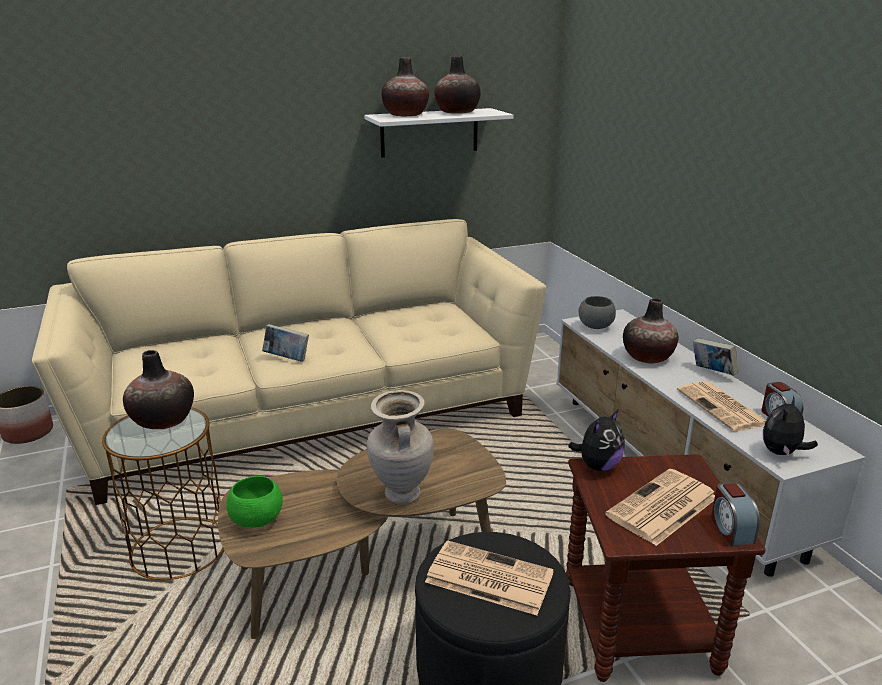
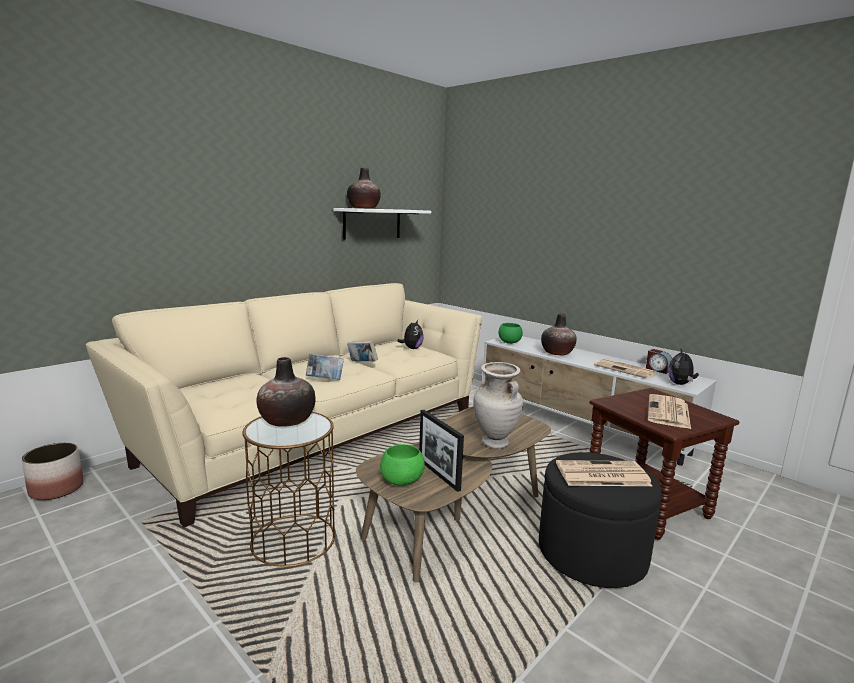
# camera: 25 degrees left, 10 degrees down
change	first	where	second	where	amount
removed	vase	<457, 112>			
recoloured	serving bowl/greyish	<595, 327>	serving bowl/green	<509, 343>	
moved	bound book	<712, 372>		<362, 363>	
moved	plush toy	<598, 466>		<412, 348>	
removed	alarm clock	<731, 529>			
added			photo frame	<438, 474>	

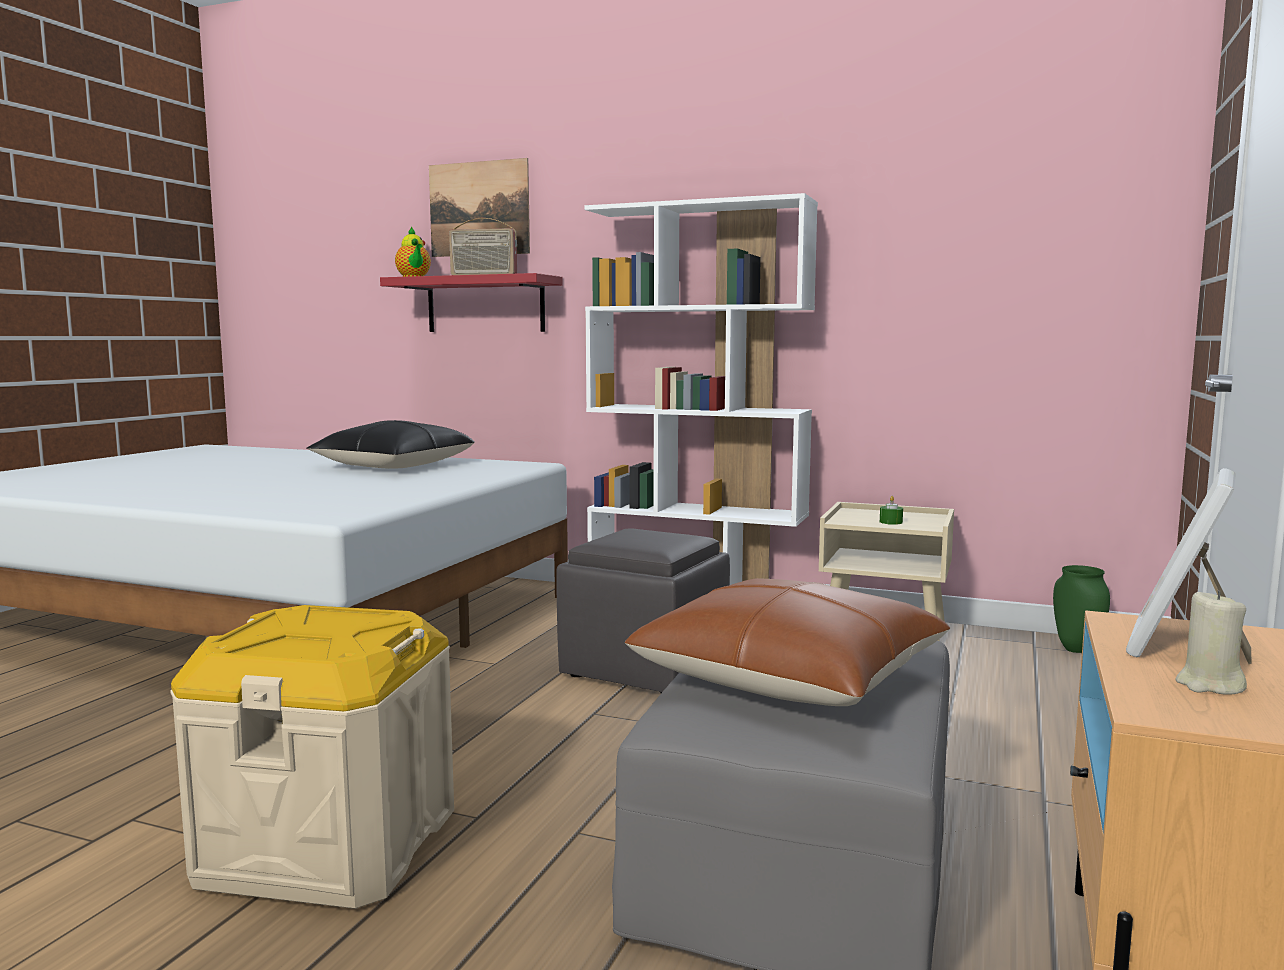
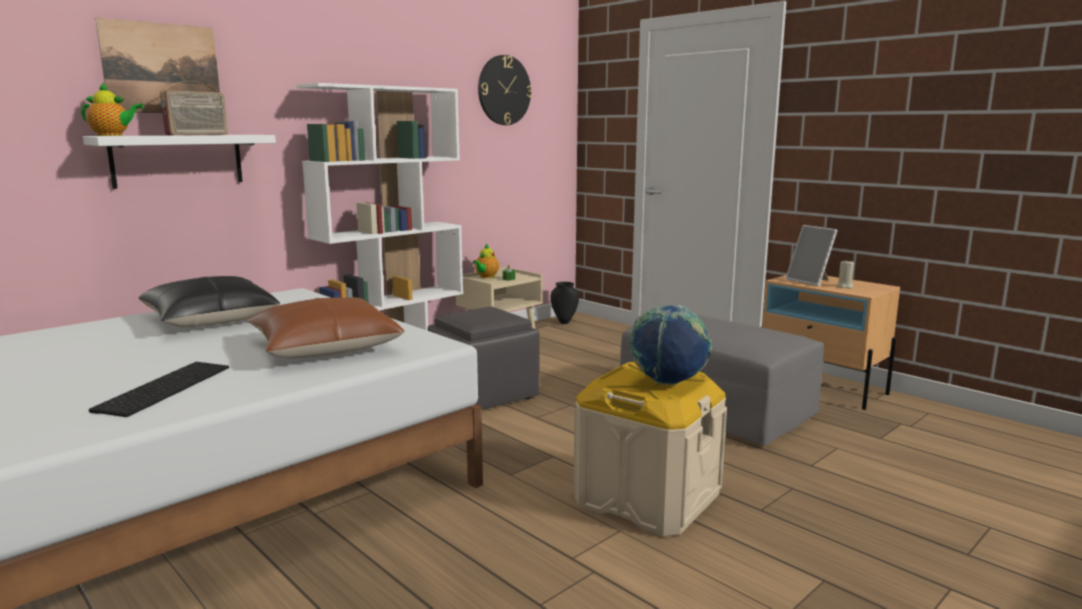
# camera: 65 degrees left, 5 degrees up
change	first	where	second	where	amount
recoloured	bracket shelf/reddish	<485, 305>	bracket shelf/white-coloured	<177, 160>	
recoloured	vase/green	<1078, 649>	vase/blackish	<564, 322>	
moved	cushion/brownish	<789, 676>		<325, 347>	
added			hanging clock	<504, 90>	
added			tea pot	<486, 277>	
added			desk globe	<668, 383>	
added			PC keyboard	<163, 387>	

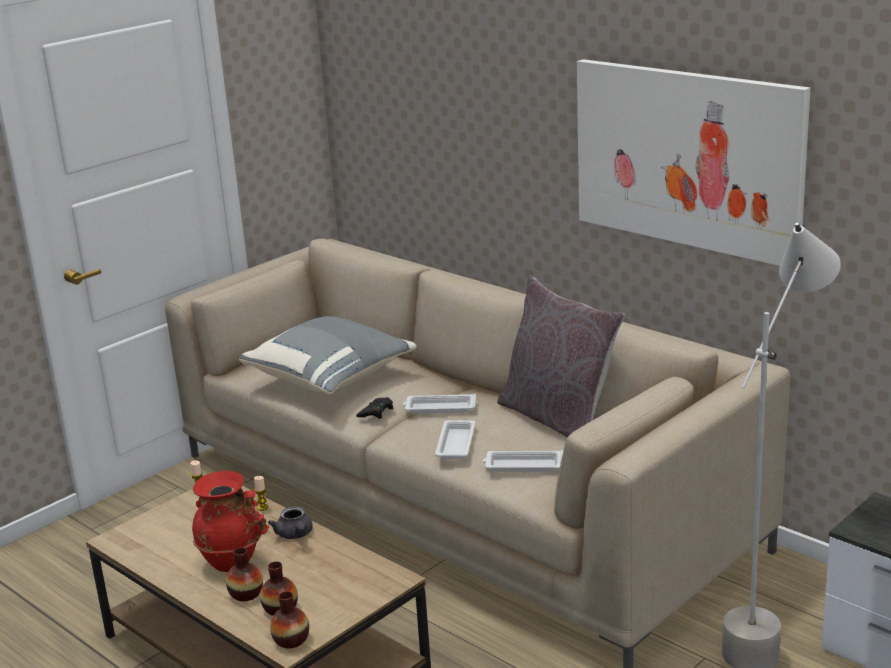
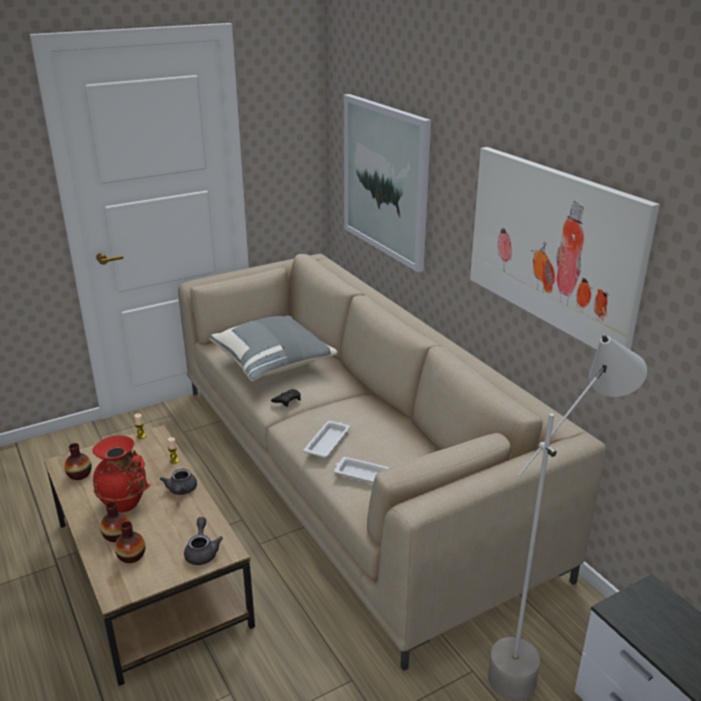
# camera: 15 degrees right, 5 degrees up
change	first	where	second	where	amount
removed	cushion/greyish	<558, 420>			
removed	tray/white-coloured	<439, 408>			
moved	vase	<291, 640>		<79, 474>	
added			picture	<385, 180>	
added			tea pot/greyish	<202, 551>	

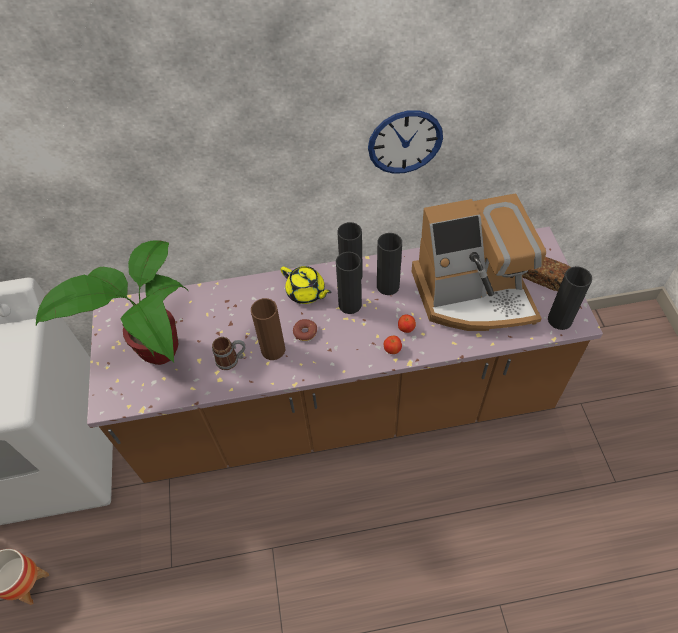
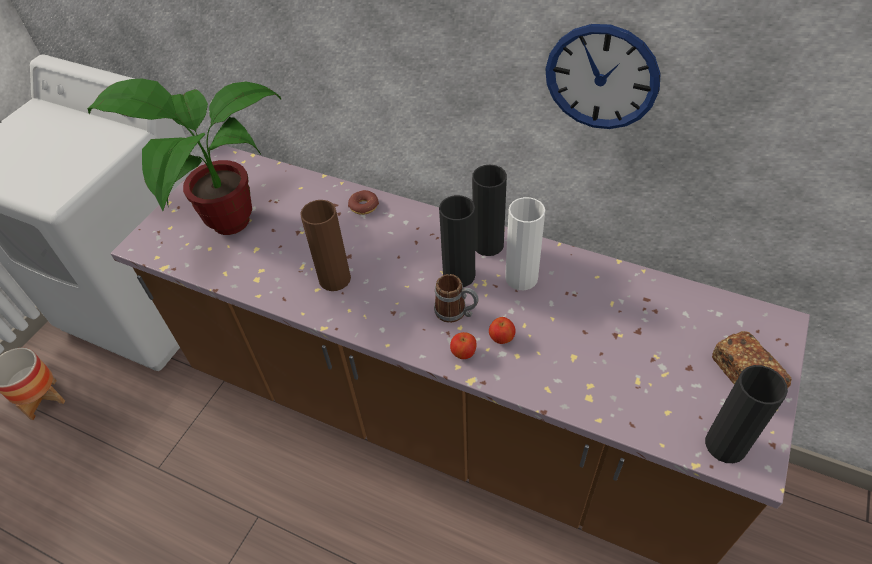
# camera: 35 degrees right, 5 degrees down
change	first	where	second	where	amount
removed	coffee brewer	<473, 295>			
recoloured	vase/blackish	<388, 286>	vase/white-coloured	<521, 278>	
removed	tea pot/yellow-coloured	<306, 292>			
moved	donut	<305, 332>		<364, 206>	
moved	coffee mug	<232, 359>		<456, 312>	

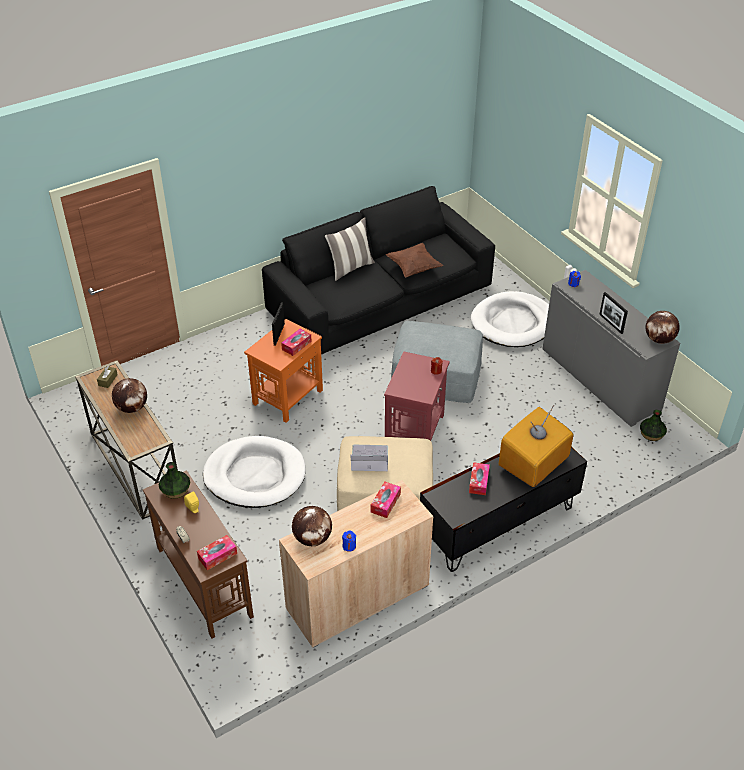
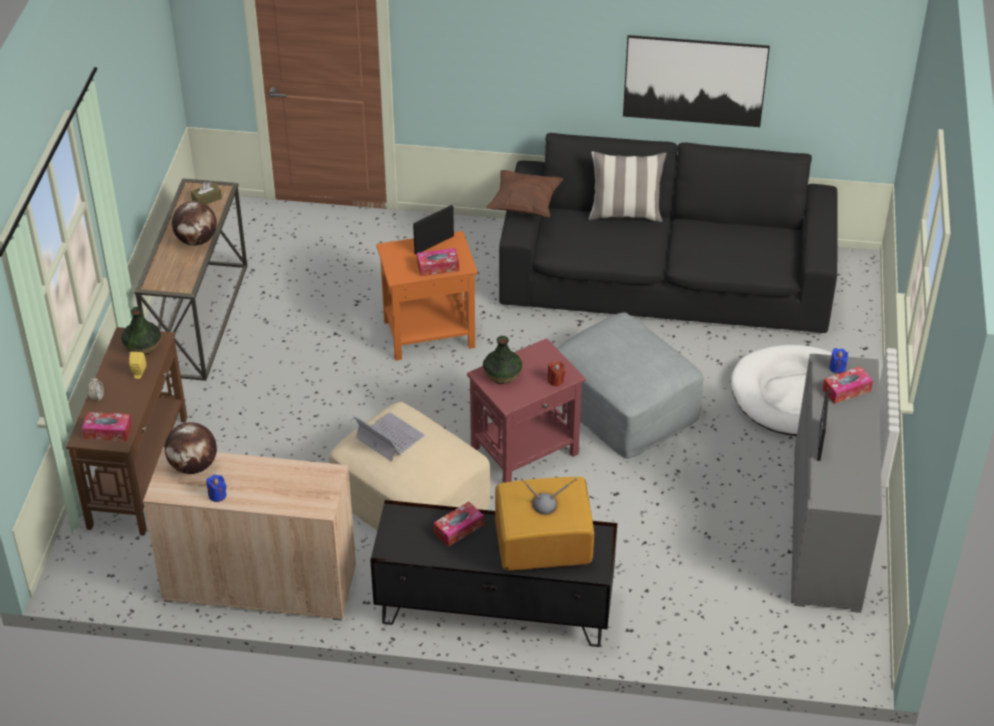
# camera: 40 degrees right, 0 degrees up
change	first	where	second	where	amount
moved	cushion/brownish	<413, 268>		<524, 205>	
removed	desk globe	<659, 340>			
moved	vase	<651, 434>		<502, 374>	
removed	pet bed/white-coloured	<255, 475>			
moved	tissue box	<385, 503>		<846, 390>	
added			picture	<694, 81>	

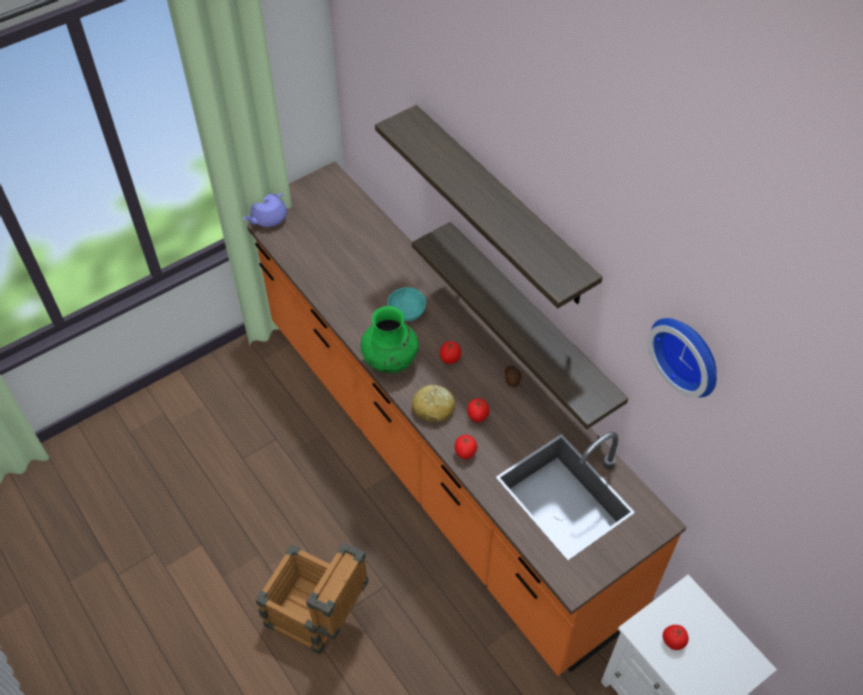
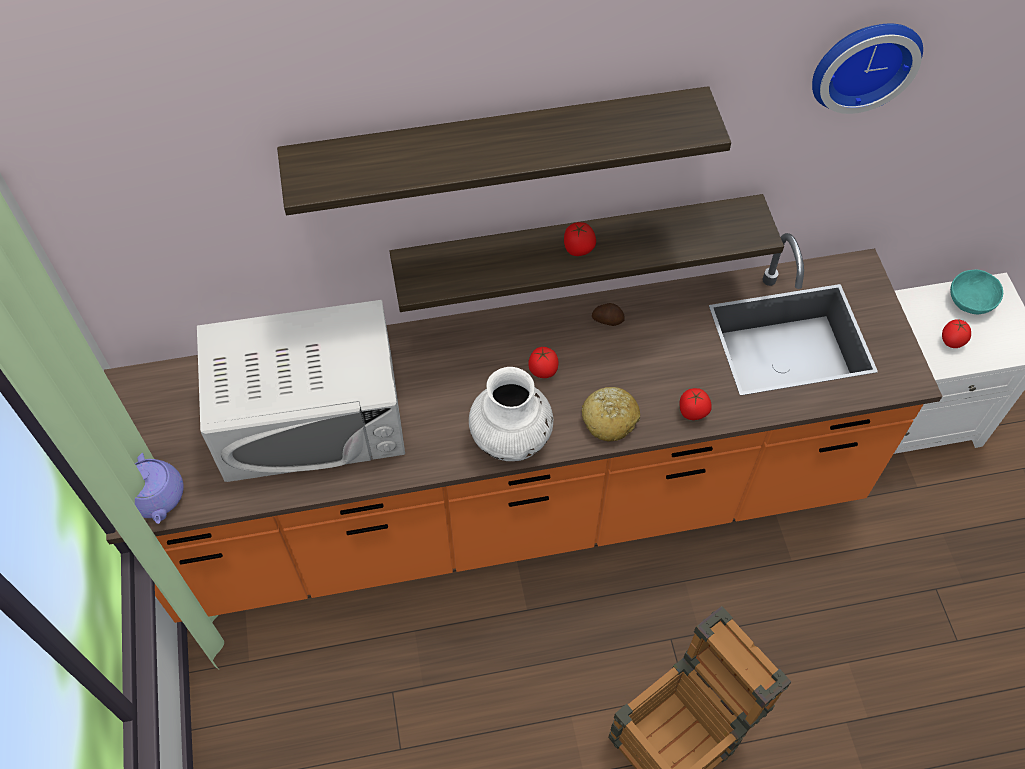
# camera: 65 degrees left, 5 degrees up
change	first	where	second	where	amount
moved	serving bowl/blue-green	<406, 312>		<971, 302>	
recoloured	vase/green	<390, 361>	vase/white-coloured	<511, 439>	
moved	tomato	<477, 416>		<578, 250>	
added			microwave/white-coloured	<311, 417>	

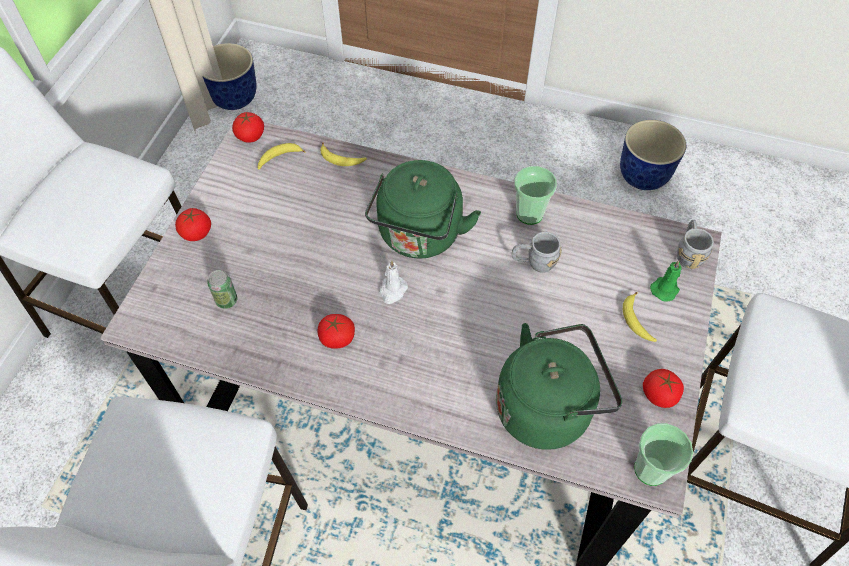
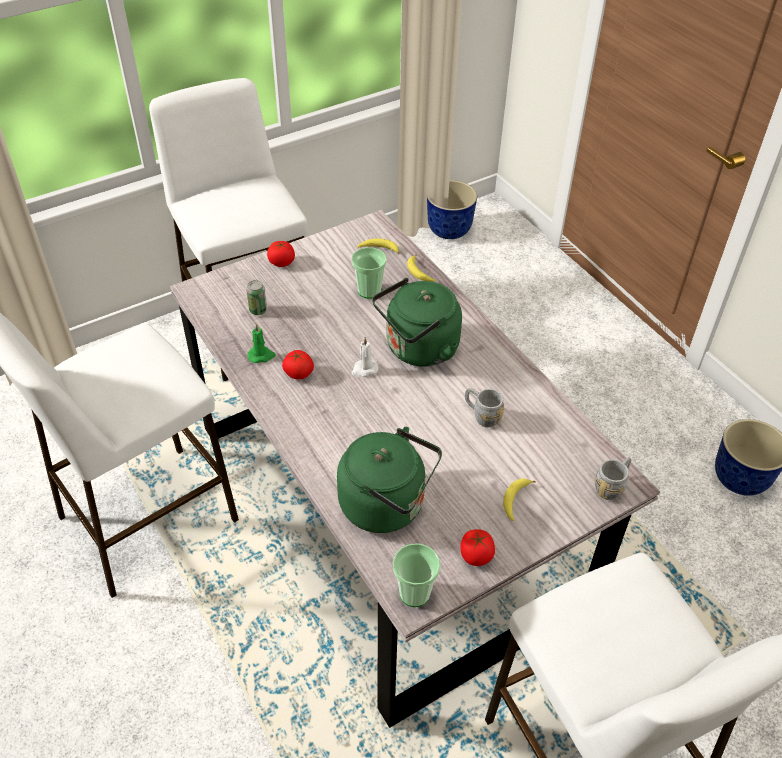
# camera: 40 degrees right, 10 degrees down
change	first	where	second	where	amount
removed	tomato	<250, 136>			
moved	drinking cup	<529, 214>		<369, 291>	
moved	wax light/green	<665, 288>		<261, 356>	

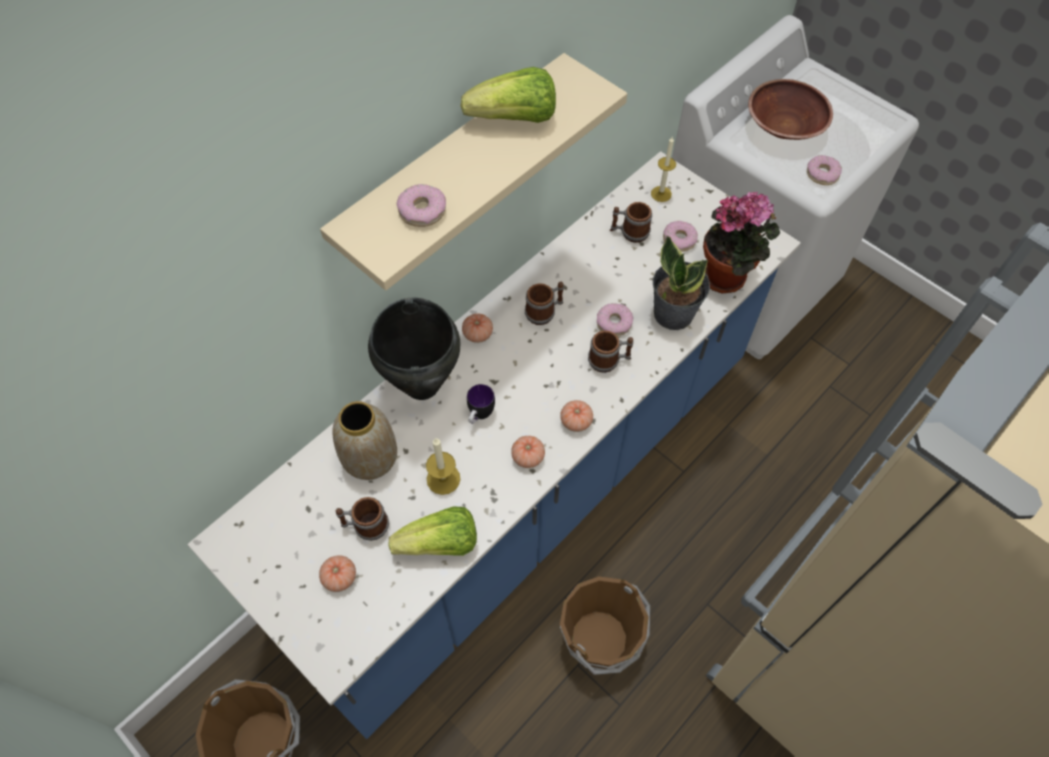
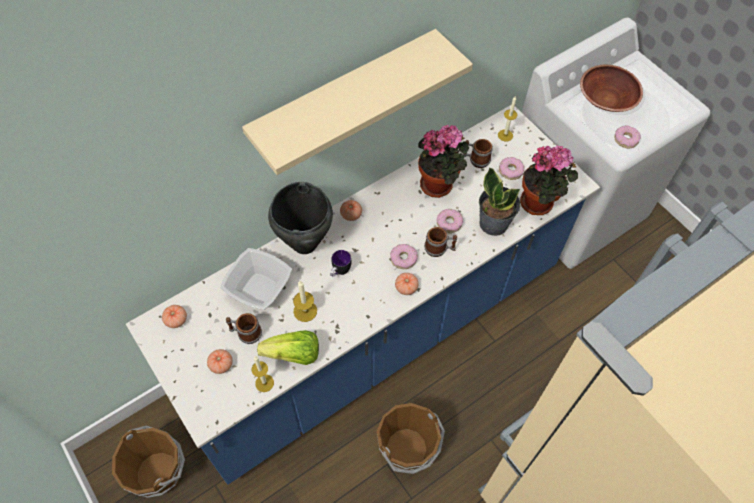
# camera: 10 degrees right, 0 degrees up
change	first	where	second	where	amount
removed	head of lettuce	<515, 119>			
moved	donut	<422, 211>		<403, 258>	
removed	coffee mug	<545, 312>			
replaced	vase	<370, 459>	serving bowl	<258, 288>	
moved	tomato	<528, 457>		<176, 320>	
added			potted plant	<439, 184>	
added			wax light	<264, 383>	

